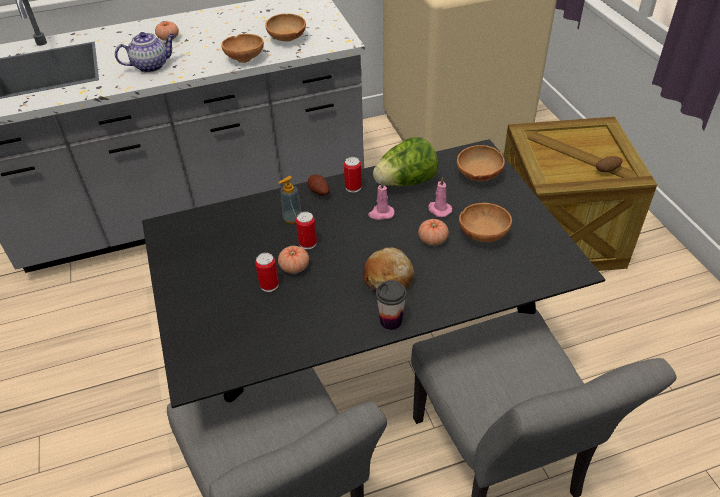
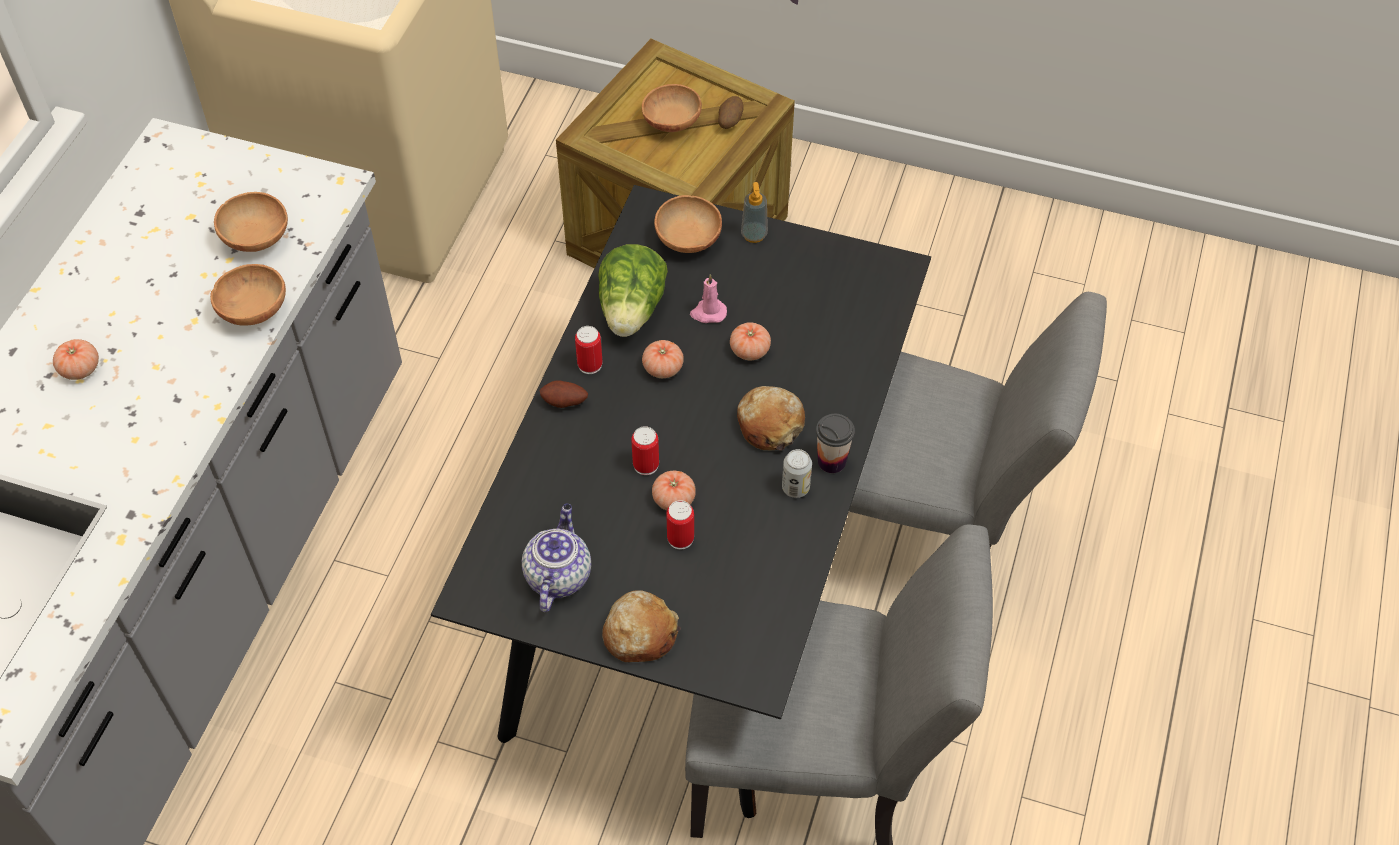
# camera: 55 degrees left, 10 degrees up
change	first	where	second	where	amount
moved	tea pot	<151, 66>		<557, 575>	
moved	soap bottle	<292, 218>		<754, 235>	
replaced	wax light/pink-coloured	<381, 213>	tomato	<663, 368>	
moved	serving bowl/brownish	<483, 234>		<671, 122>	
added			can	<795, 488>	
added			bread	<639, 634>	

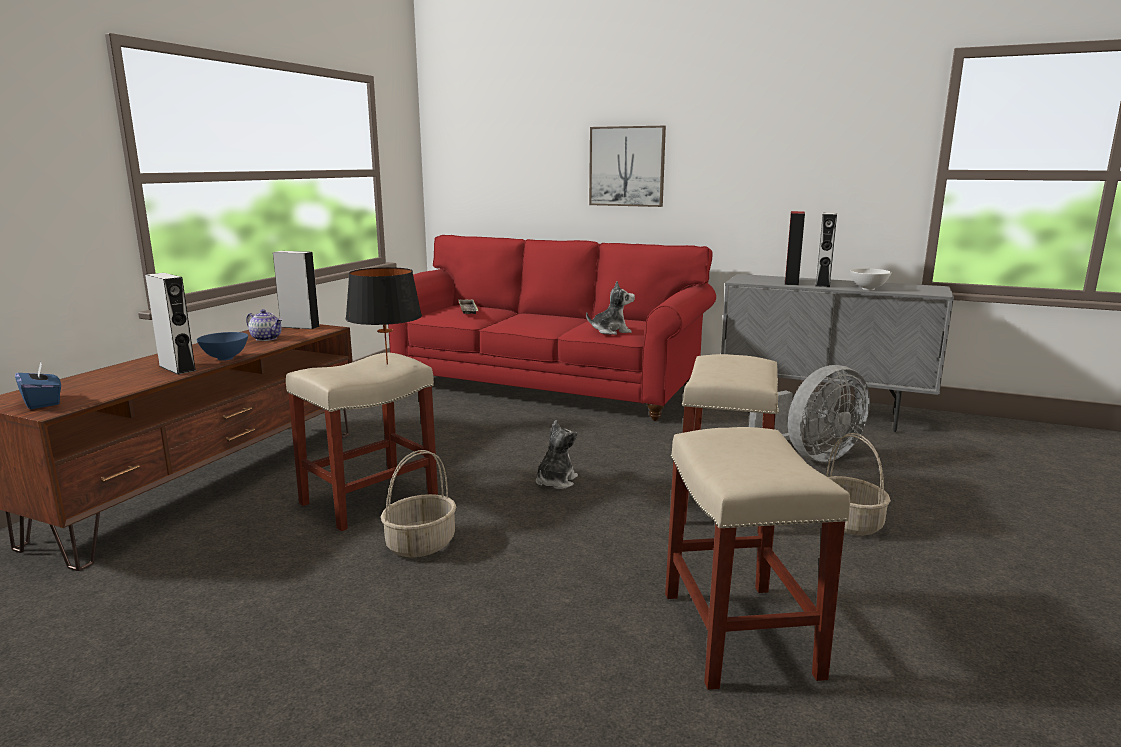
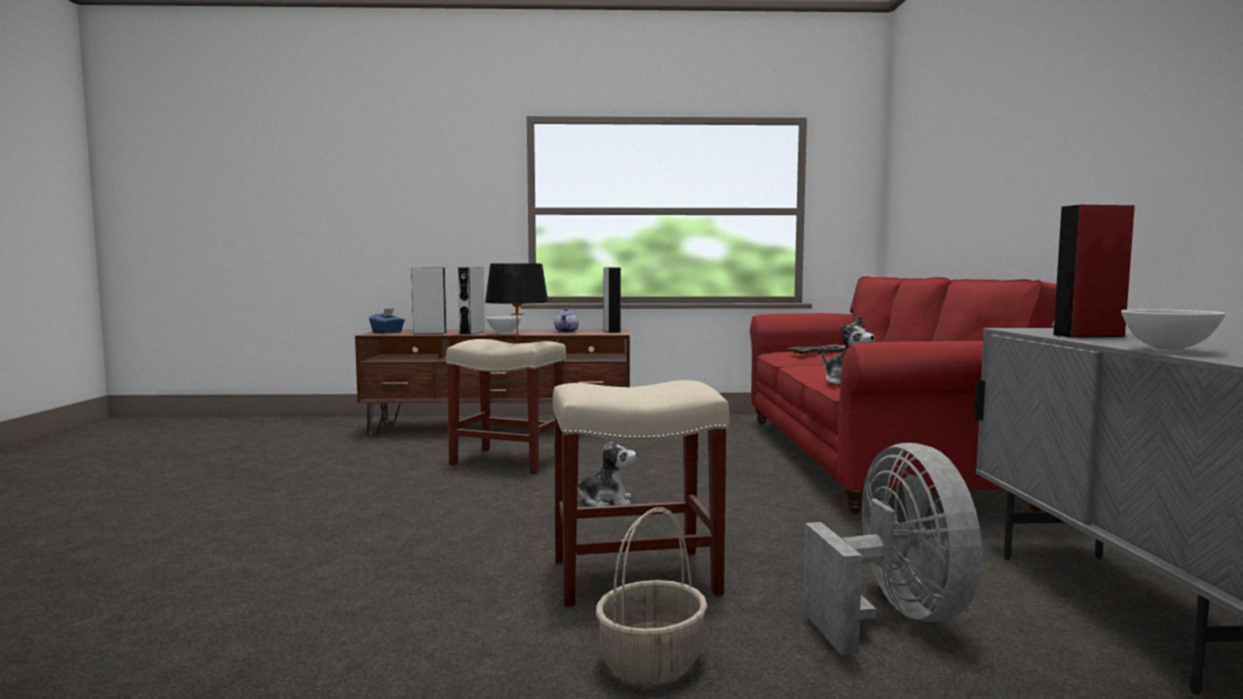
# camera: 65 degrees right, 10 degrees down
change	first	where	second	where	amount
removed	picture	<627, 166>			
moved	speaker/greyish	<823, 284>		<430, 333>	
recoloured	serving bowl/blue-coloured	<226, 358>	serving bowl/white-coloured	<504, 333>	
turned	electric fan/greyish	<811, 456>		<893, 617>	135 degrees counterclockwise
removed	sitting stool/sand-coloured	<741, 635>			
removed	household basket	<421, 544>			

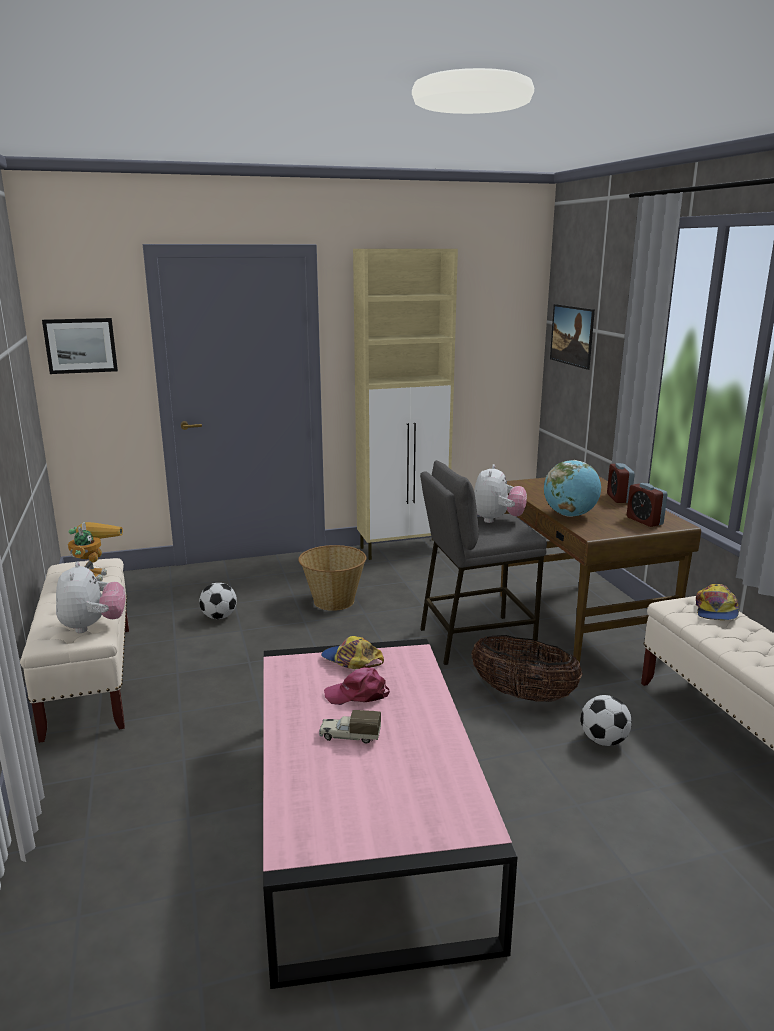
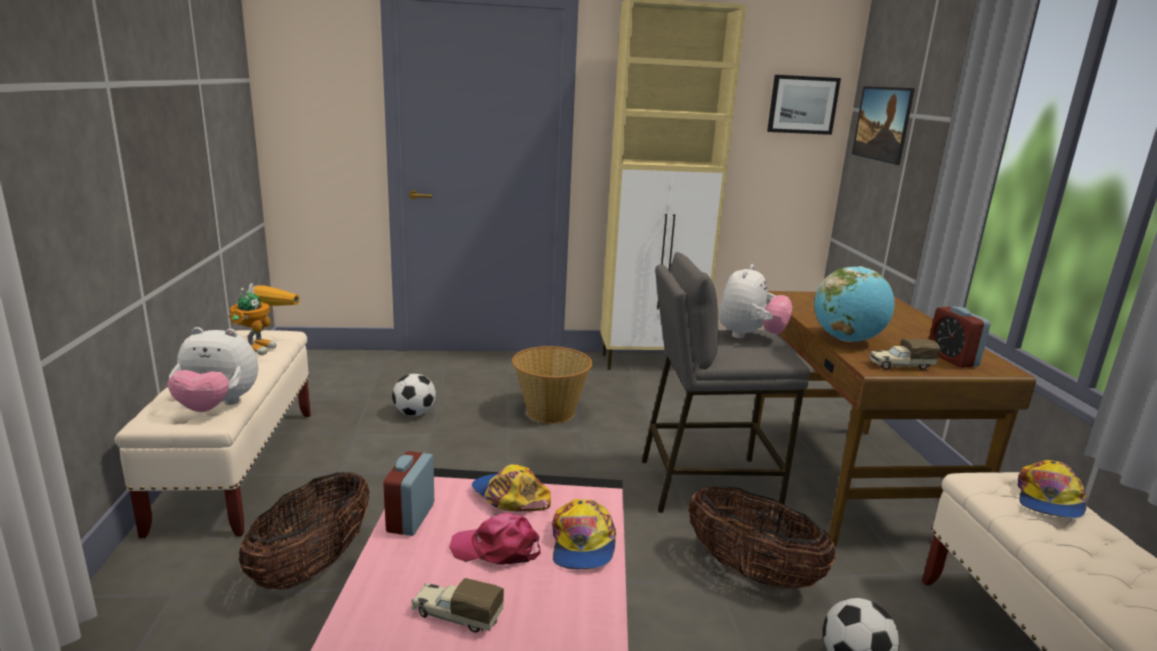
# camera: 10 degrees right, 0 degrees up
change	first	where	second	where	amount
moved	picture	<81, 345>		<802, 105>	
moved	alarm clock	<618, 498>		<411, 518>	
turned	plush toy	<92, 626>		<217, 407>	90 degrees clockwise
added			toy lorry	<900, 366>	
added			household basket	<313, 565>	
added			baseball cap	<582, 544>	

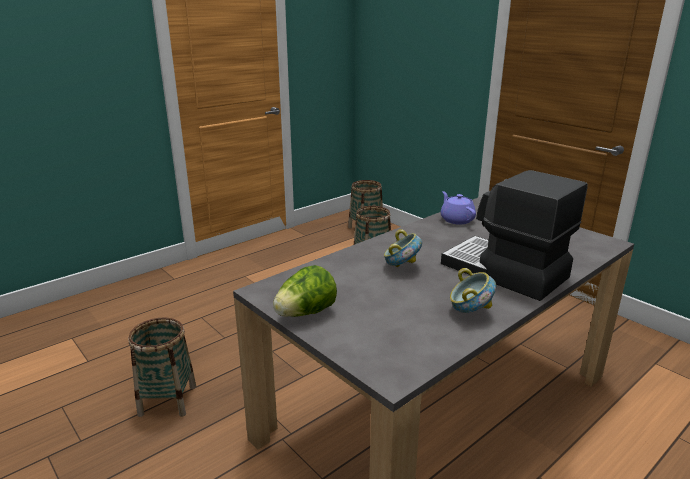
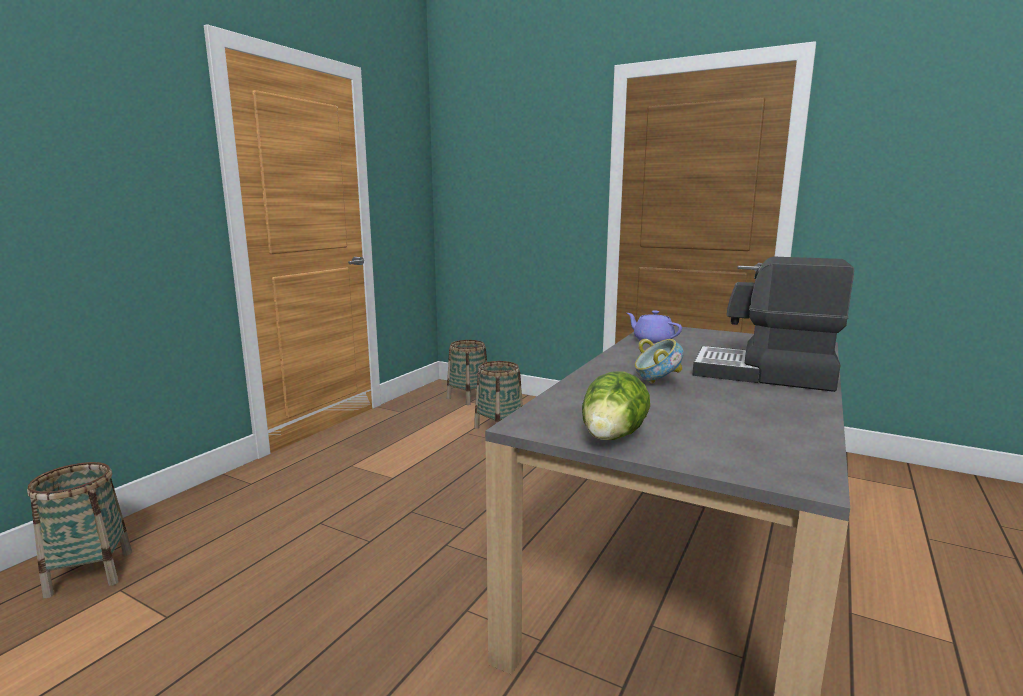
# camera: 20 degrees left, 10 degrees down
change	first	where	second	where	amount
removed	serving bowl	<469, 312>			
moved	household basket	<167, 400>		<90, 573>	

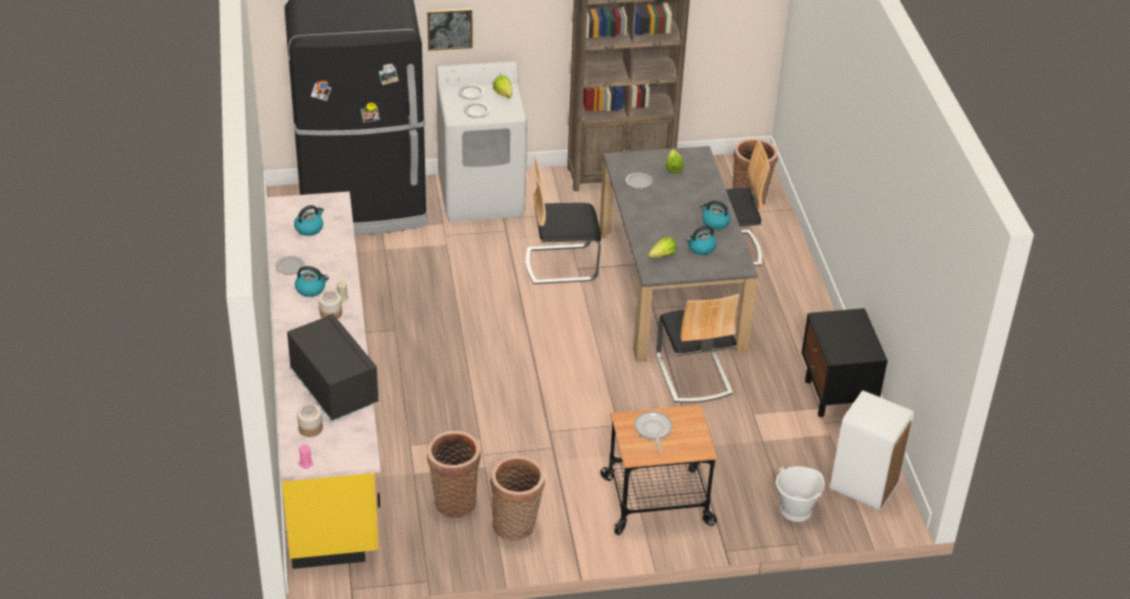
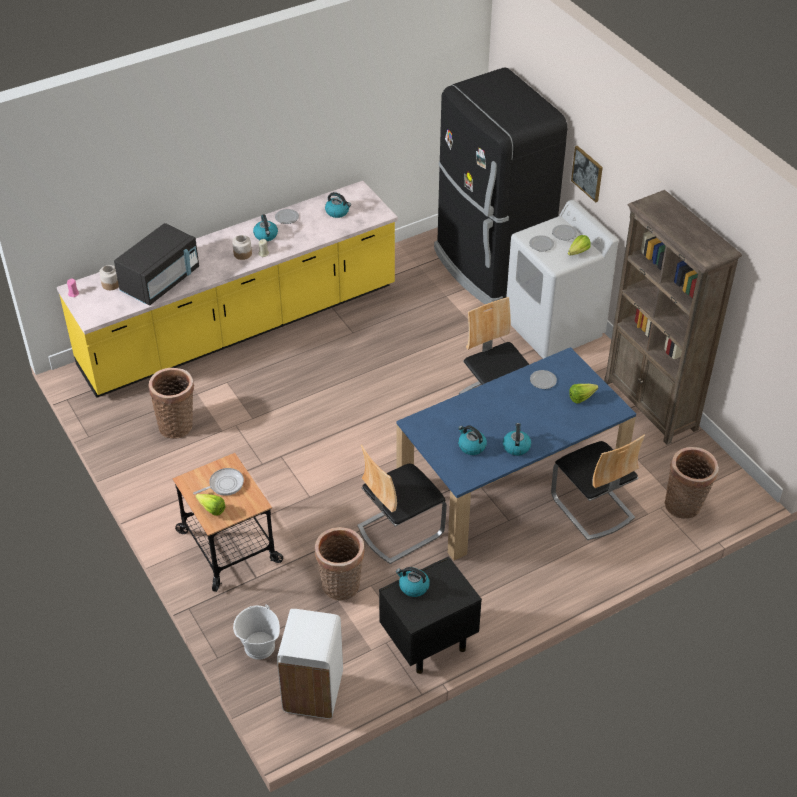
# camera: 70 degrees right, 5 degrees up
change	first	where	second	where	amount
recoloured	dinner table/greyish	<671, 288>	dinner table/blue-coloured	<511, 483>	
moved	head of lettuce	<660, 256>		<210, 508>	
moved	household basket	<516, 526>		<341, 588>	
added			water kettle	<413, 587>	

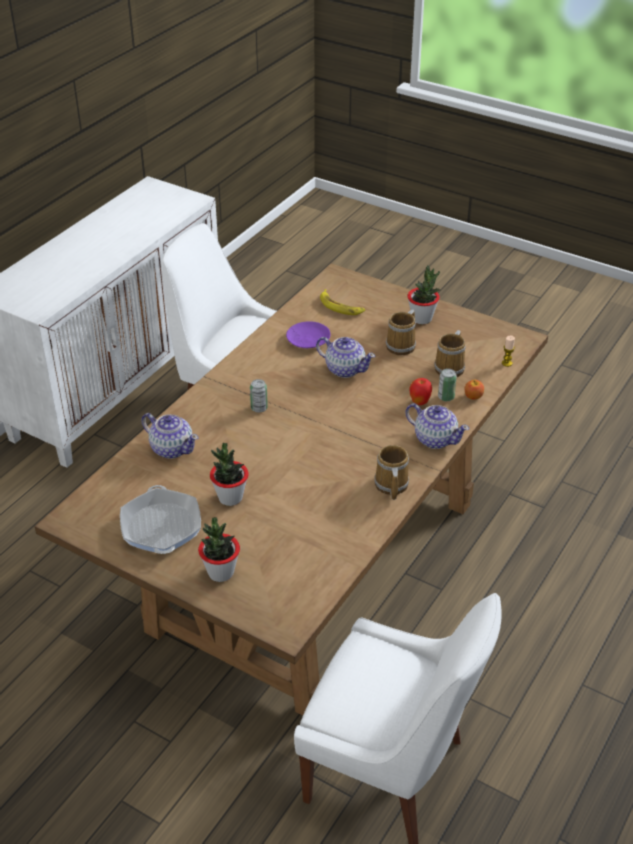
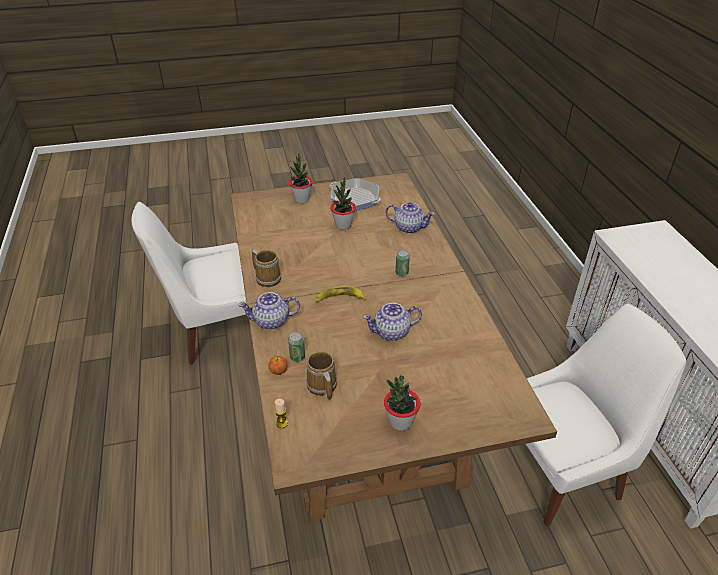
# camera: 135 degrees right, 0 degrees up
change	first	where	second	where	amount
moved	banana fruit	<340, 306>		<339, 298>	
removed	coffee mug	<402, 345>			
removed	dinner plate/purple	<307, 340>			
removed	apple fruit	<419, 402>			
turned	tea pot	<172, 448>		<408, 227>	150 degrees counterclockwise

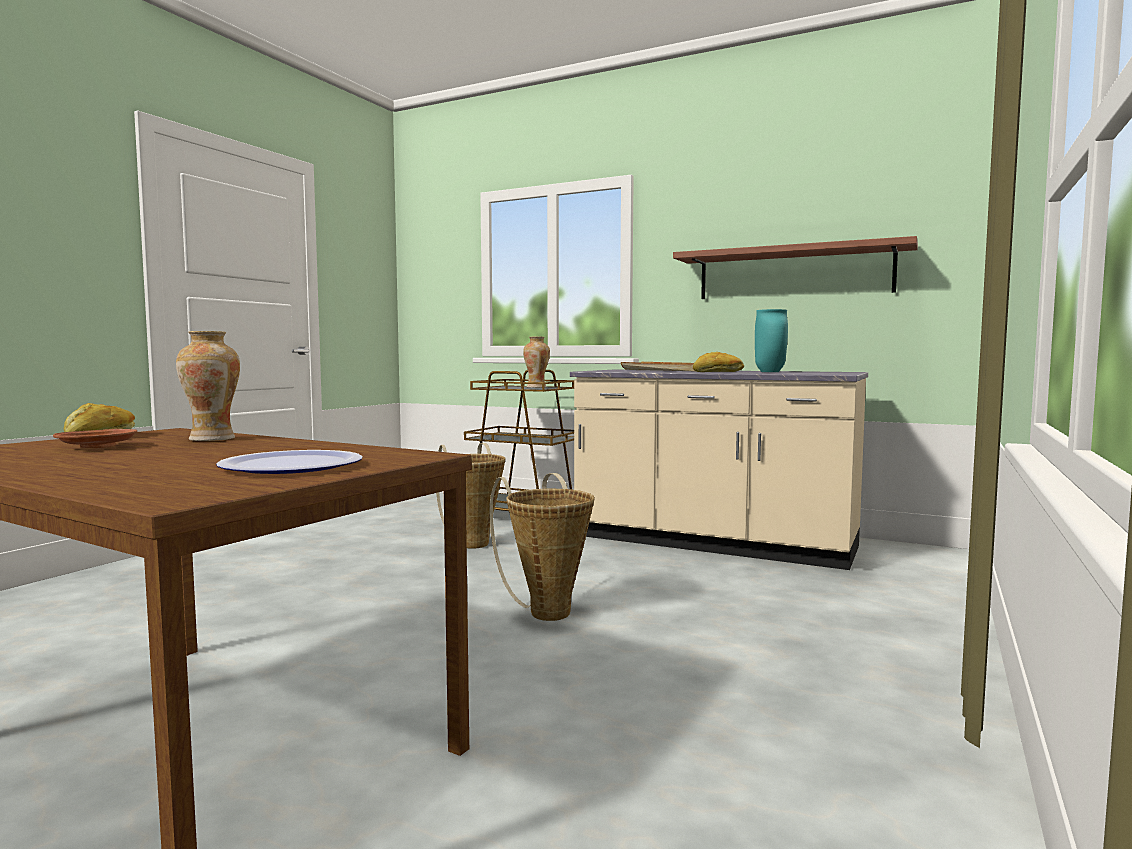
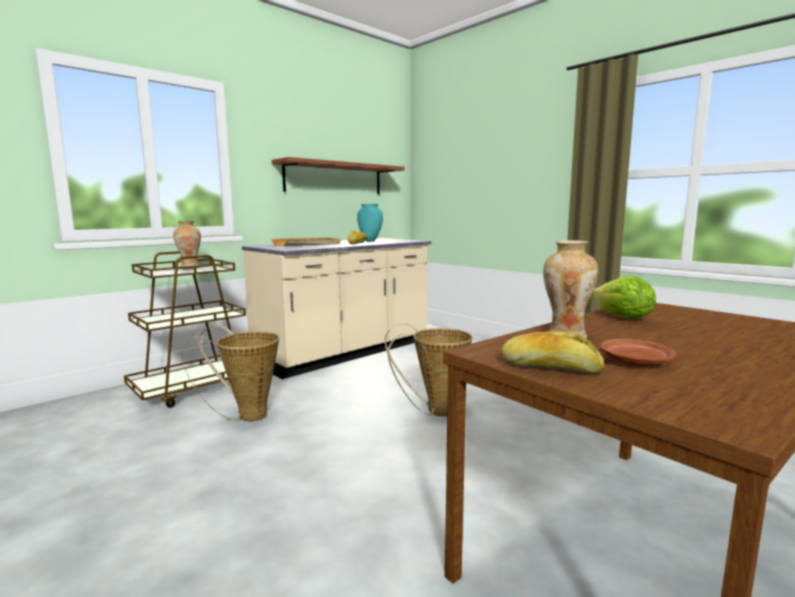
# camera: 70 degrees left, 5 degrees up
change	first	where	second	where	amount
removed	dinner plate	<292, 466>			
added			head of lettuce	<622, 318>	

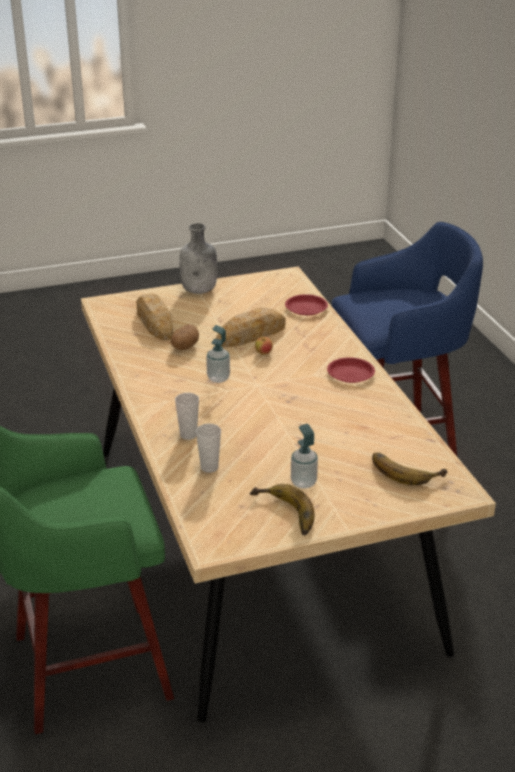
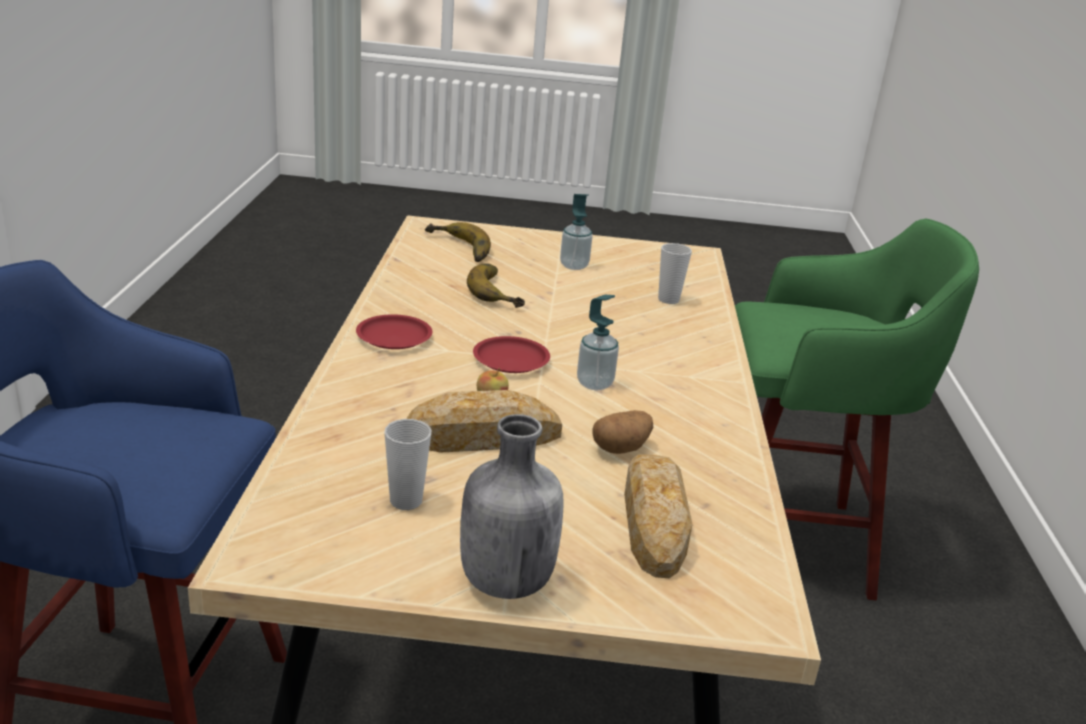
# camera: 160 degrees left, 5 degrees down
change	first	where	second	where	amount
moved	dinner plate/reddish	<306, 308>		<511, 360>	
moved	drinking cup	<188, 435>		<406, 501>	
moved	banana fruit	<282, 515>		<500, 291>	

